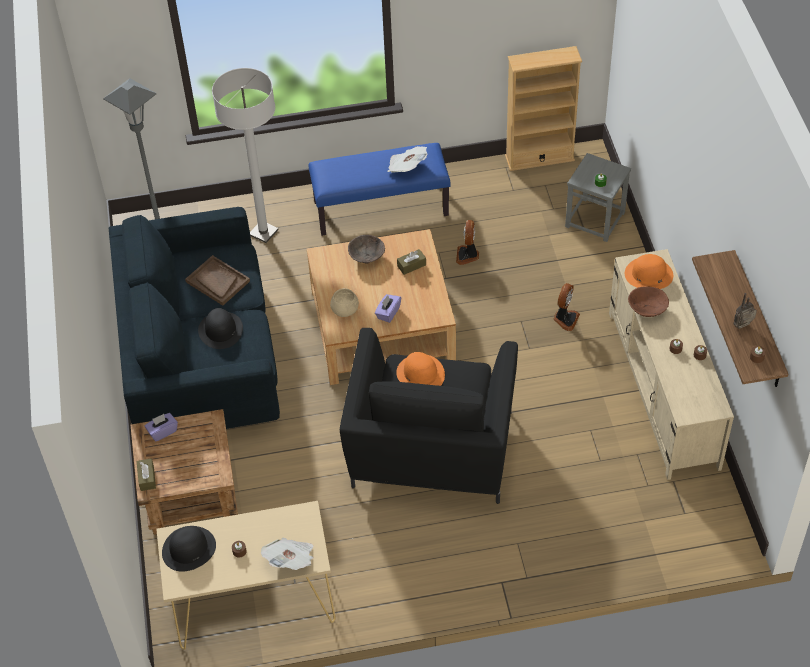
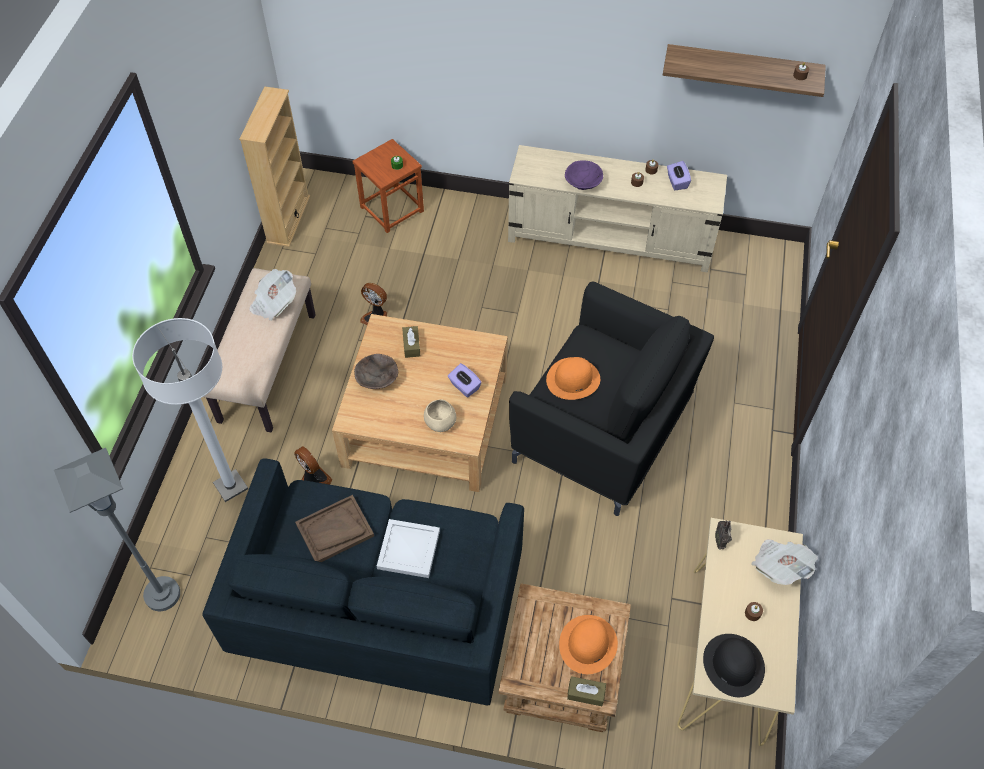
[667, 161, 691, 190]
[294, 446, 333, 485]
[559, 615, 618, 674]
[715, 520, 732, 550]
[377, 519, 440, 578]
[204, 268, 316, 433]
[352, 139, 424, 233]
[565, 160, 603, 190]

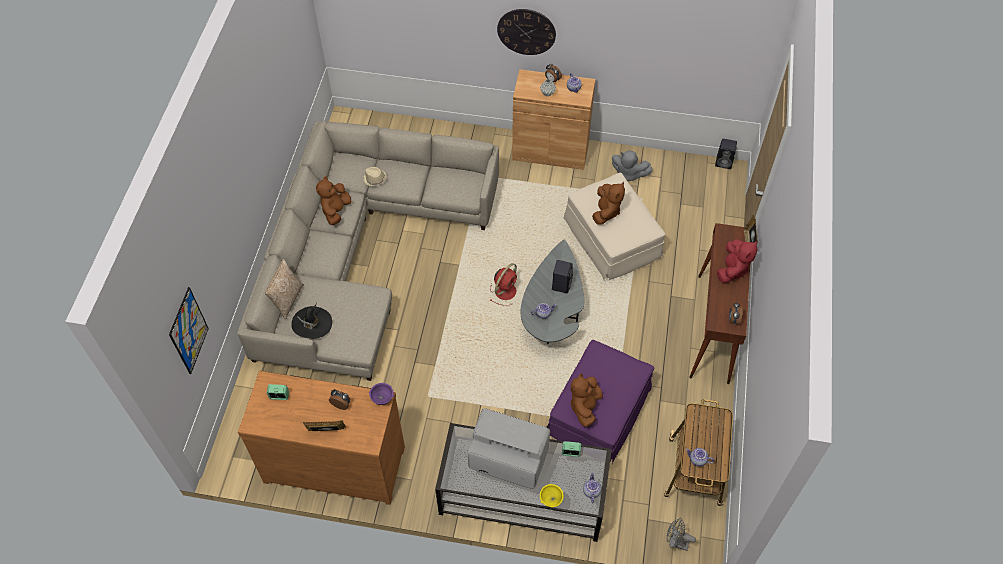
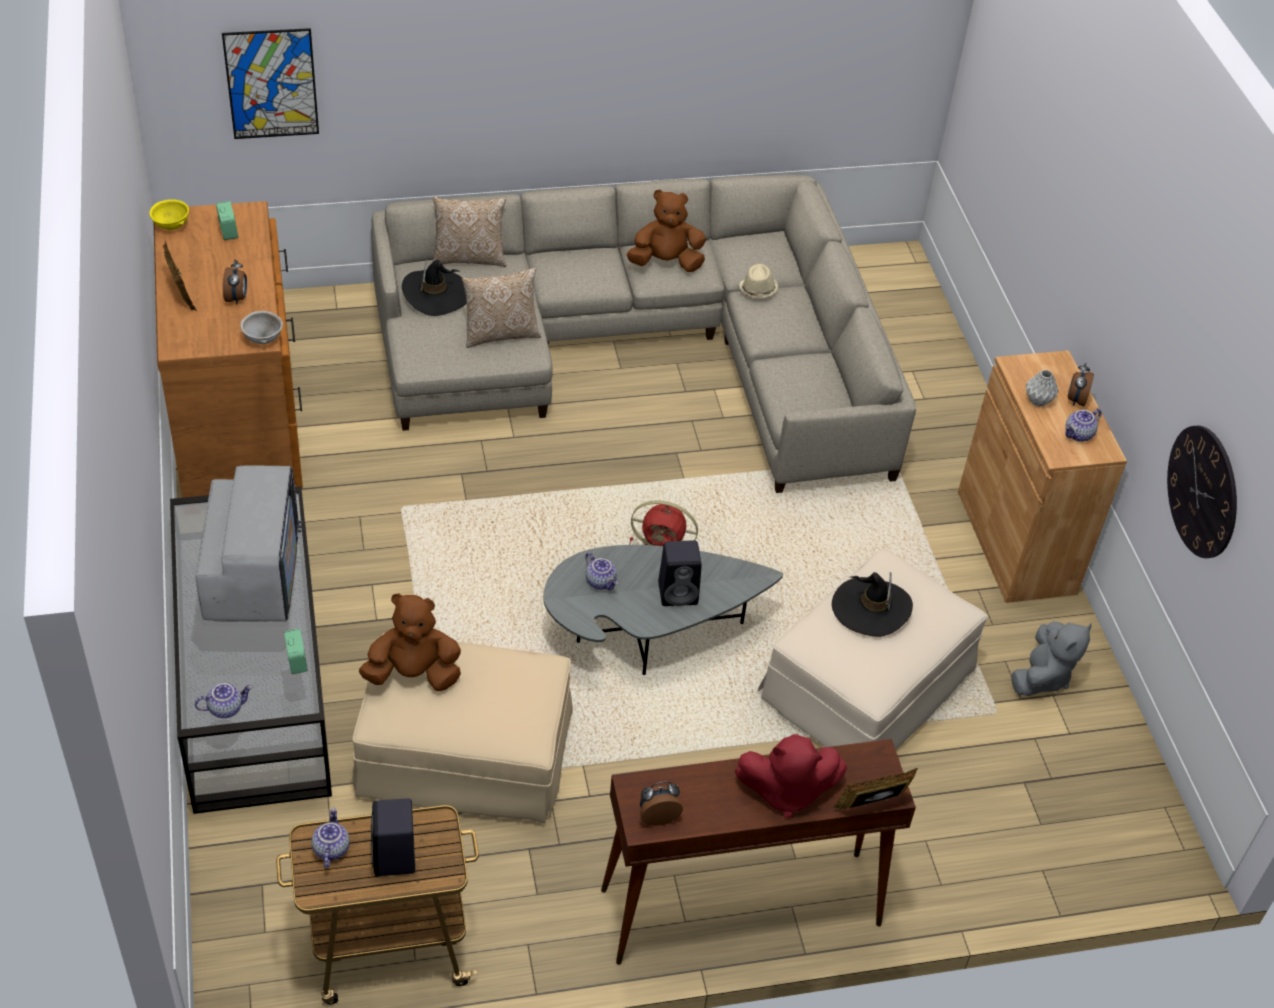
[667, 518, 696, 551] (first image)
[462, 267, 541, 348]
[1167, 426, 1237, 558]
[149, 199, 189, 230]
[371, 798, 415, 876]
[832, 572, 913, 637]
[240, 311, 283, 344]
[352, 633, 573, 823]
[1011, 621, 1091, 696]

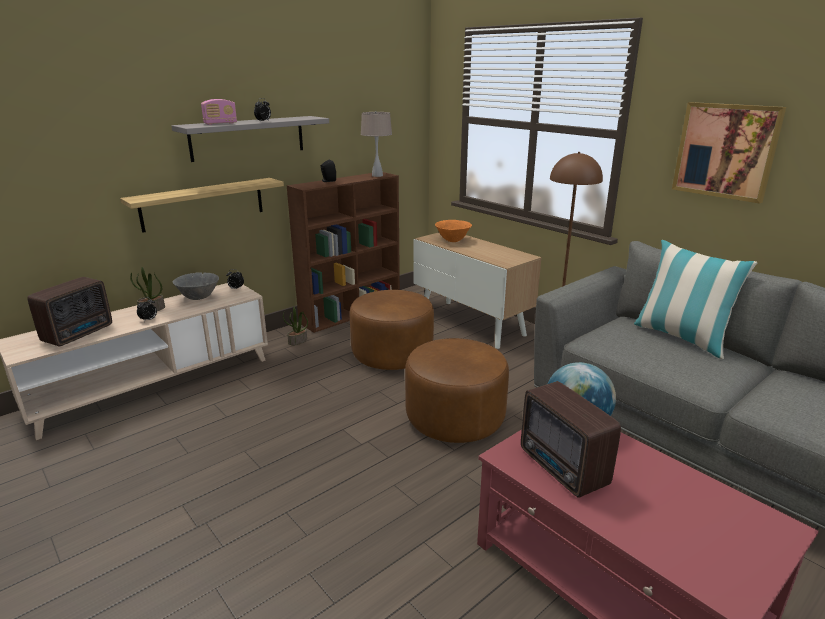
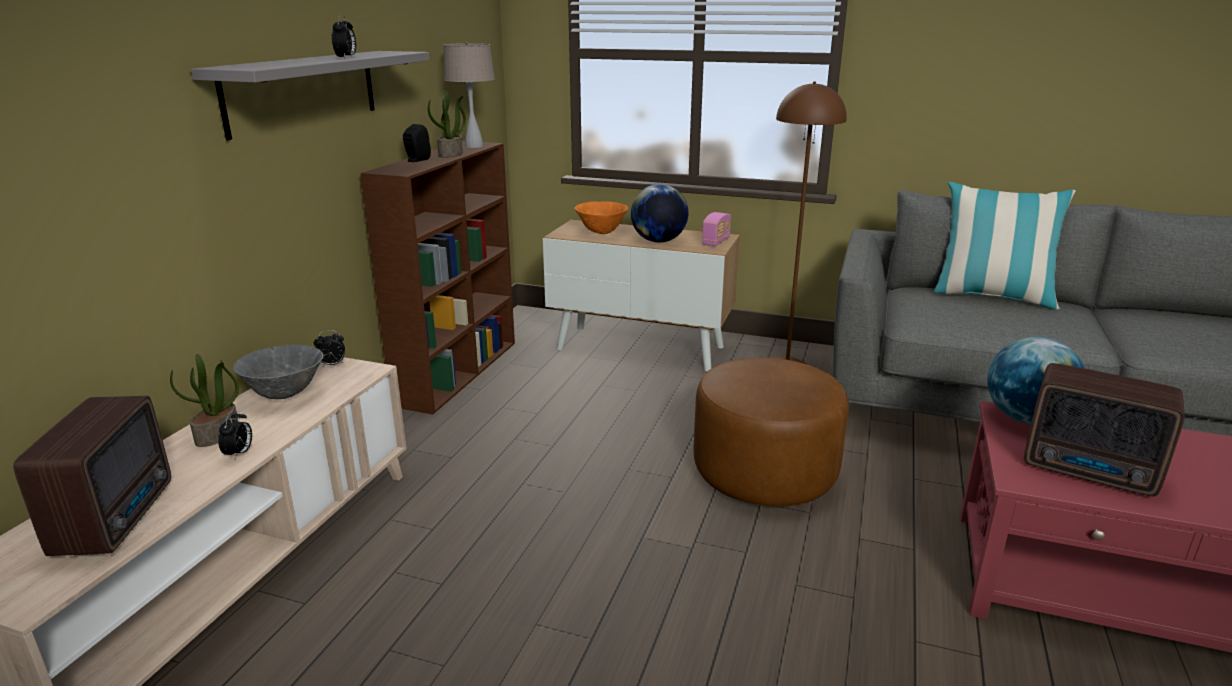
[120, 178, 284, 233] (first image)
[350, 290, 434, 370] (first image)
[672, 102, 786, 204] (first image)
[631, 184, 688, 242]
[702, 212, 731, 246]
[428, 90, 466, 158]

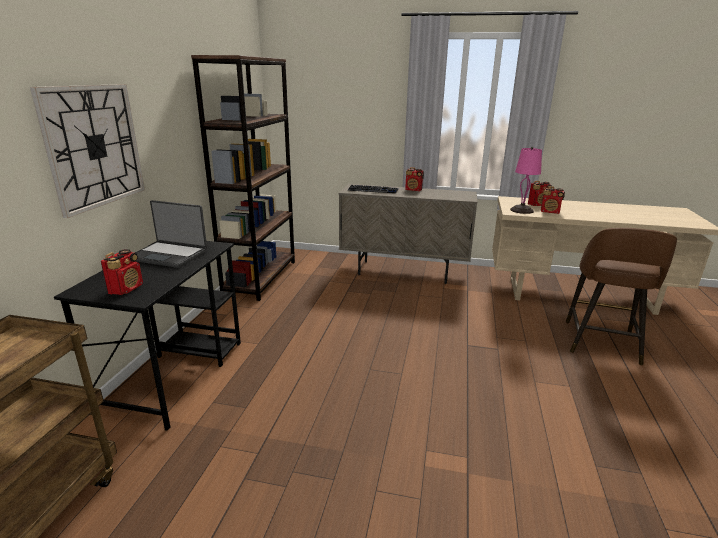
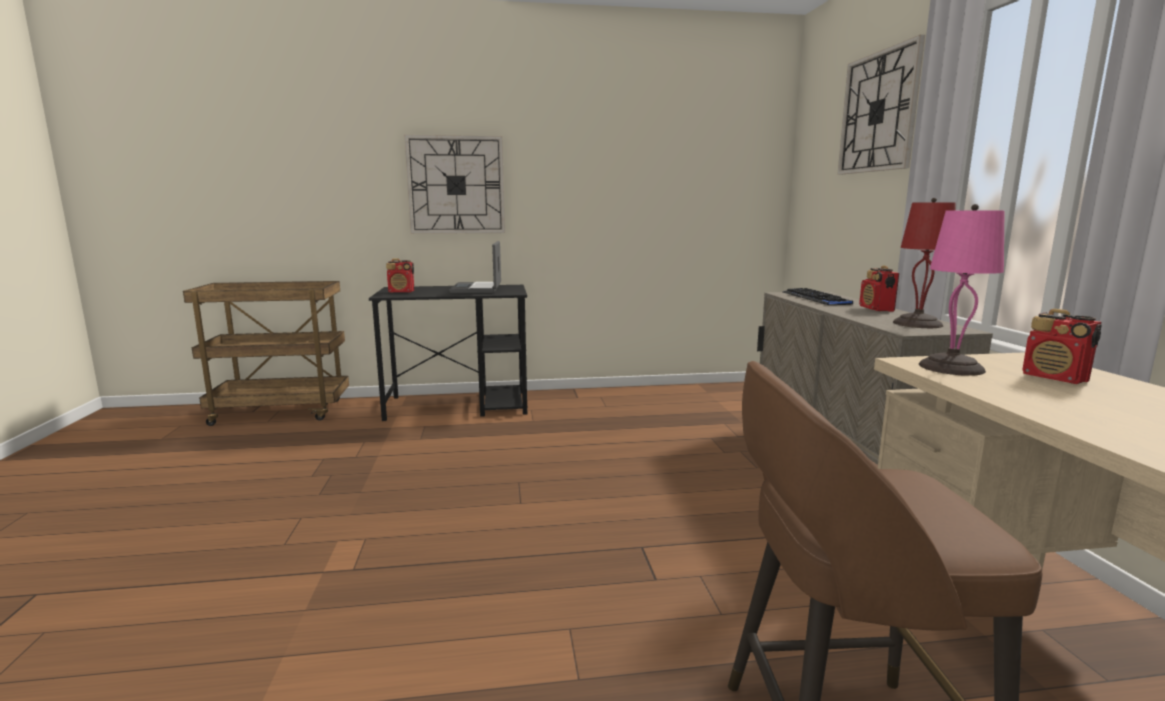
[191, 55, 295, 301] (first image)
[541, 186, 565, 214] (first image)
[837, 35, 925, 175]
[893, 198, 956, 328]

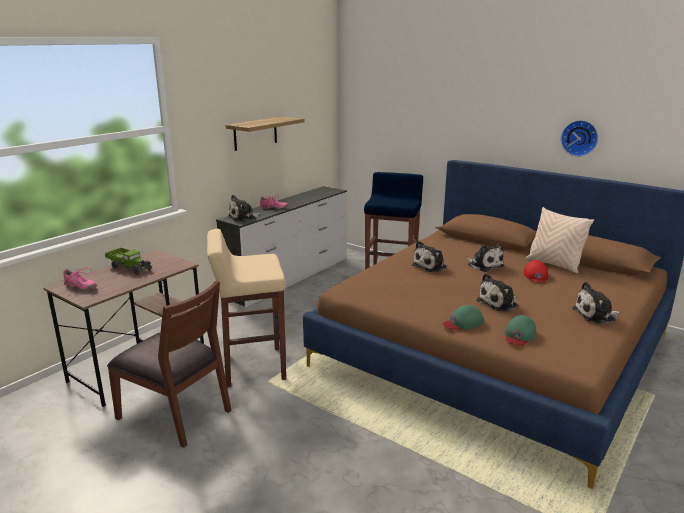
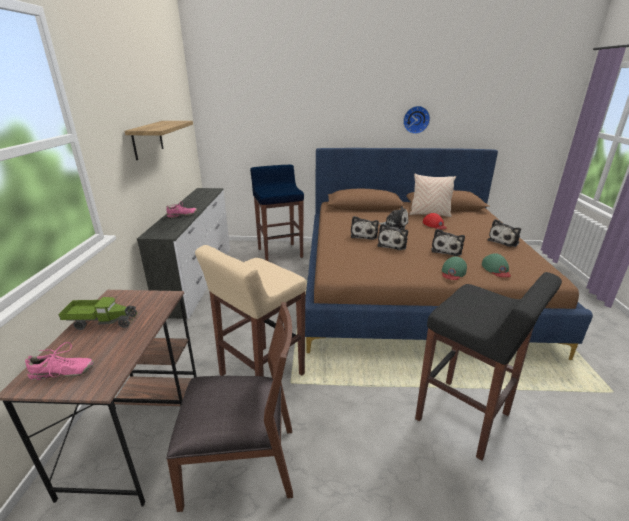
[415, 272, 562, 461]
[377, 224, 408, 250]

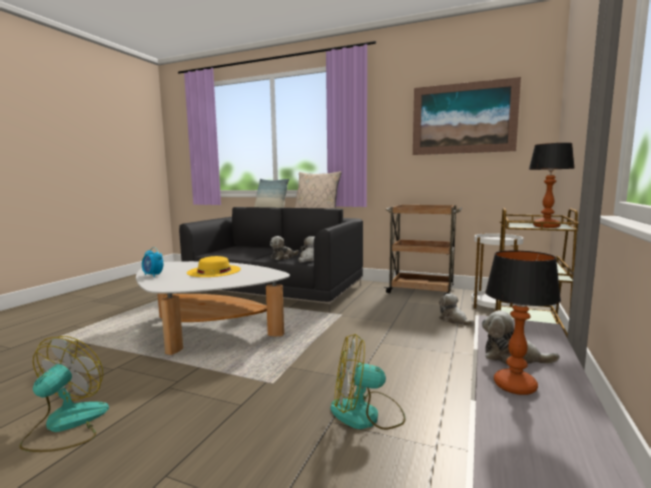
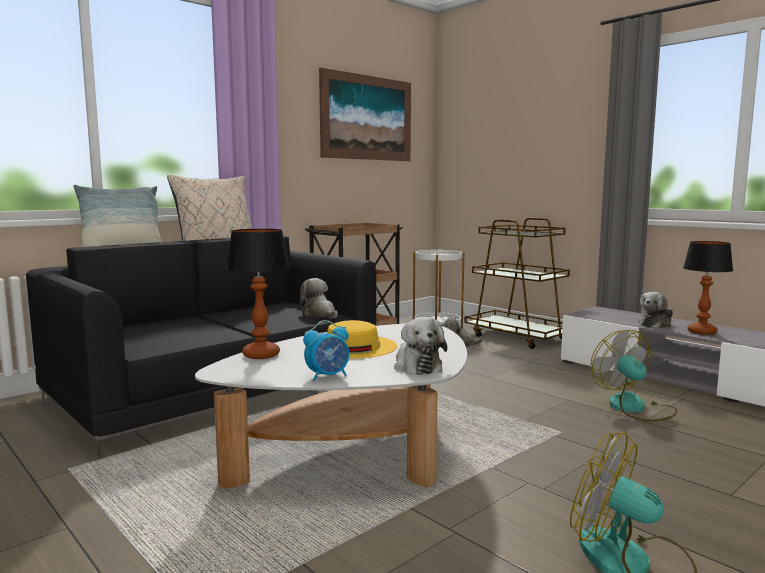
[394, 317, 447, 375]
[226, 229, 289, 359]
[591, 330, 677, 422]

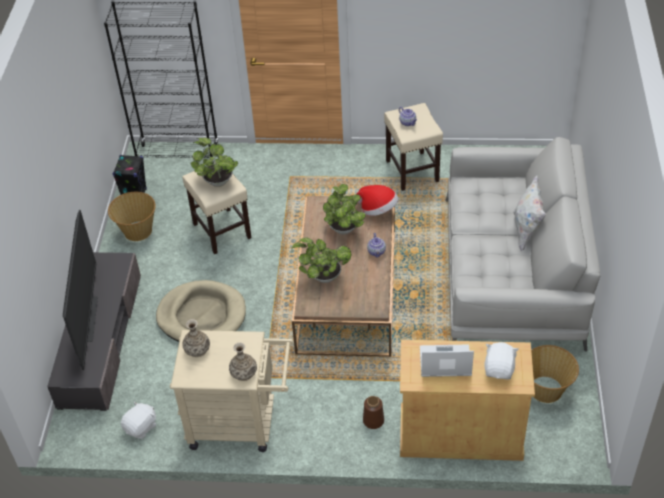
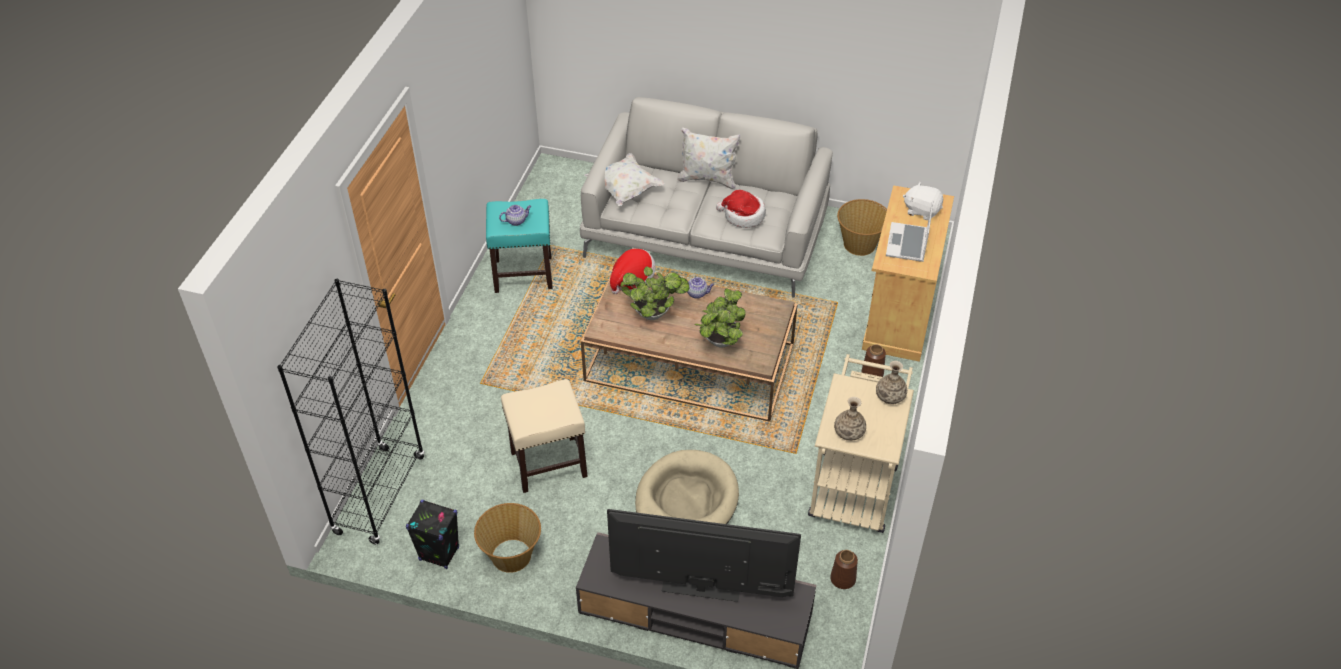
[191, 138, 238, 187] (first image)
[585, 153, 665, 206]
[716, 190, 766, 228]
[830, 550, 858, 589]
[486, 199, 553, 293]

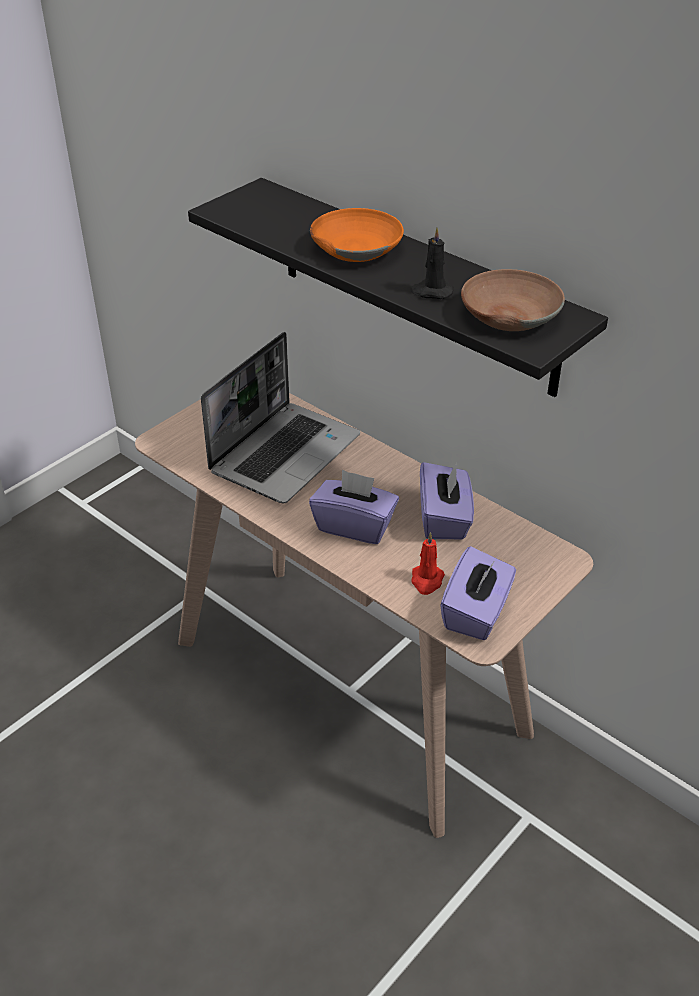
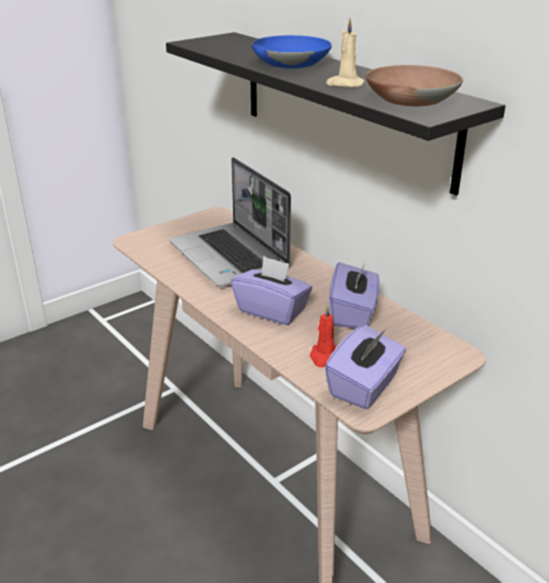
[251, 35, 332, 68]
[326, 18, 365, 87]
[169, 157, 291, 287]

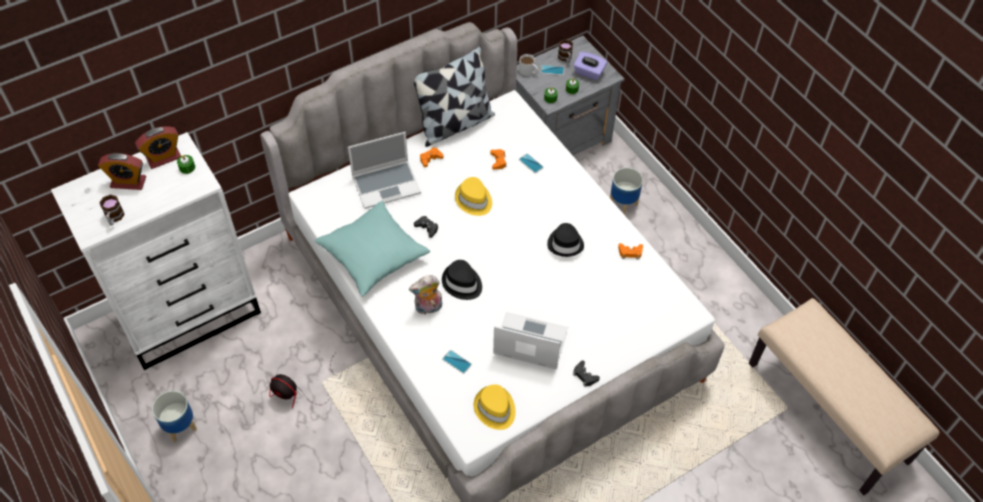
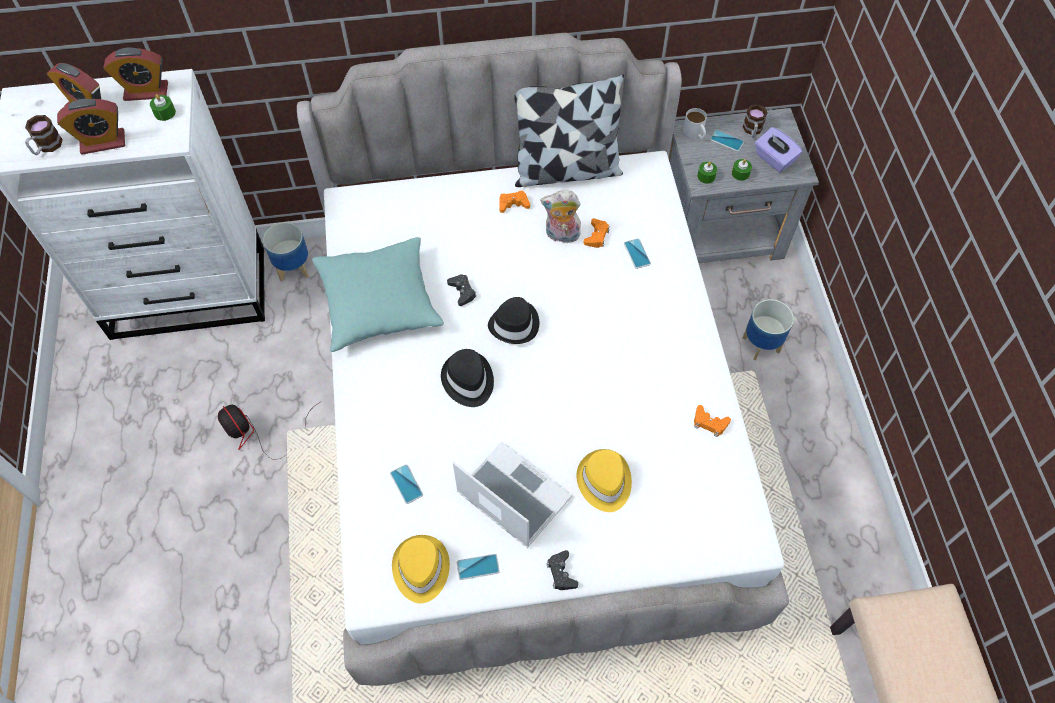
[348, 132, 421, 209] (first image)
[57, 99, 125, 154]
[457, 554, 500, 580]
[263, 222, 309, 282]
[540, 191, 581, 243]
[576, 449, 632, 512]
[488, 297, 539, 344]

